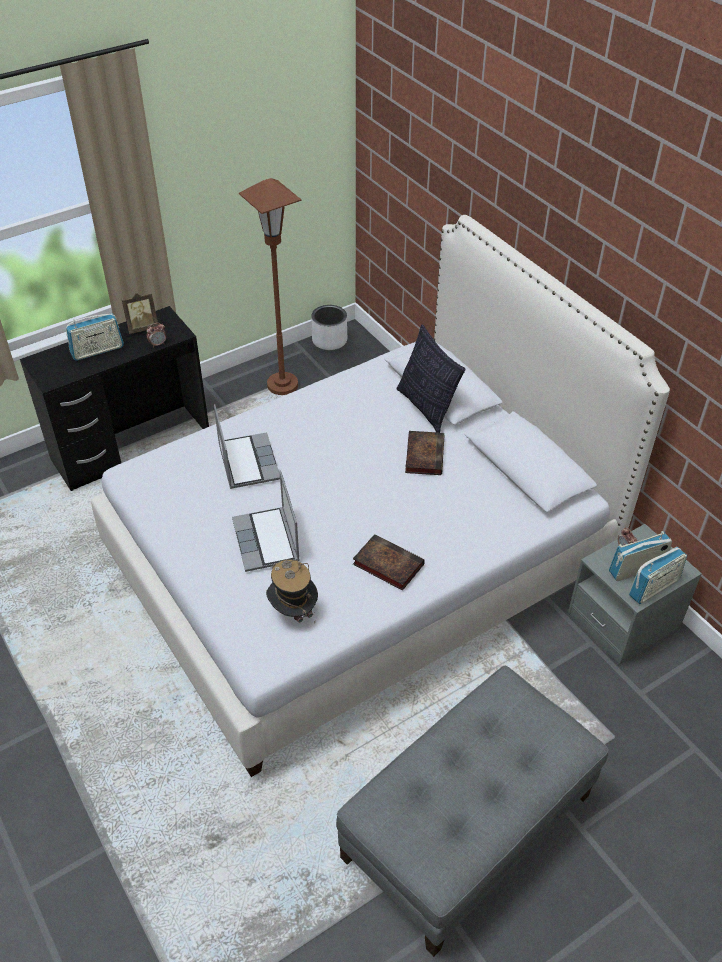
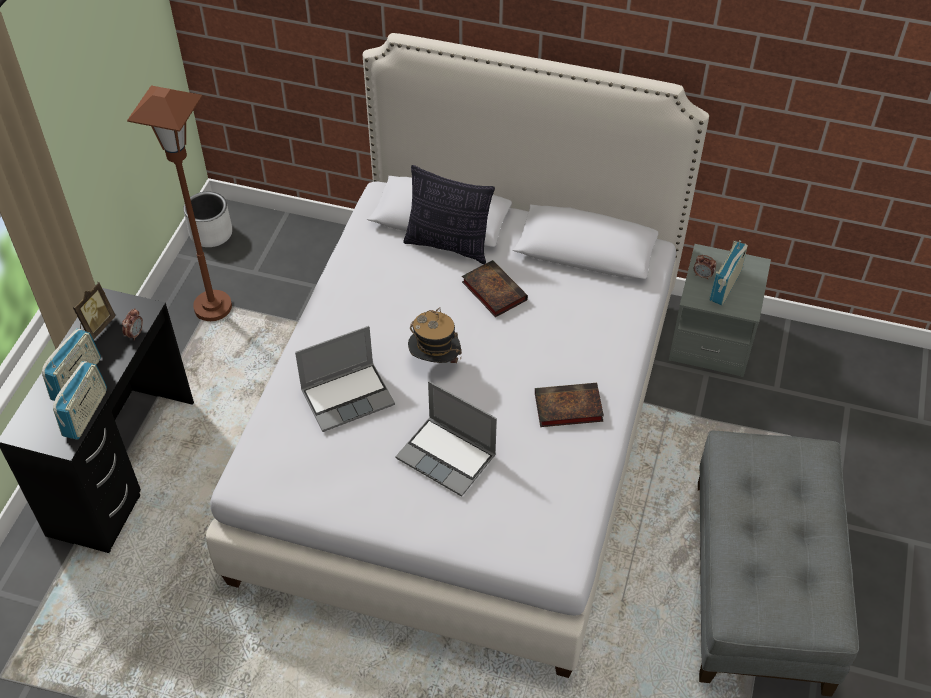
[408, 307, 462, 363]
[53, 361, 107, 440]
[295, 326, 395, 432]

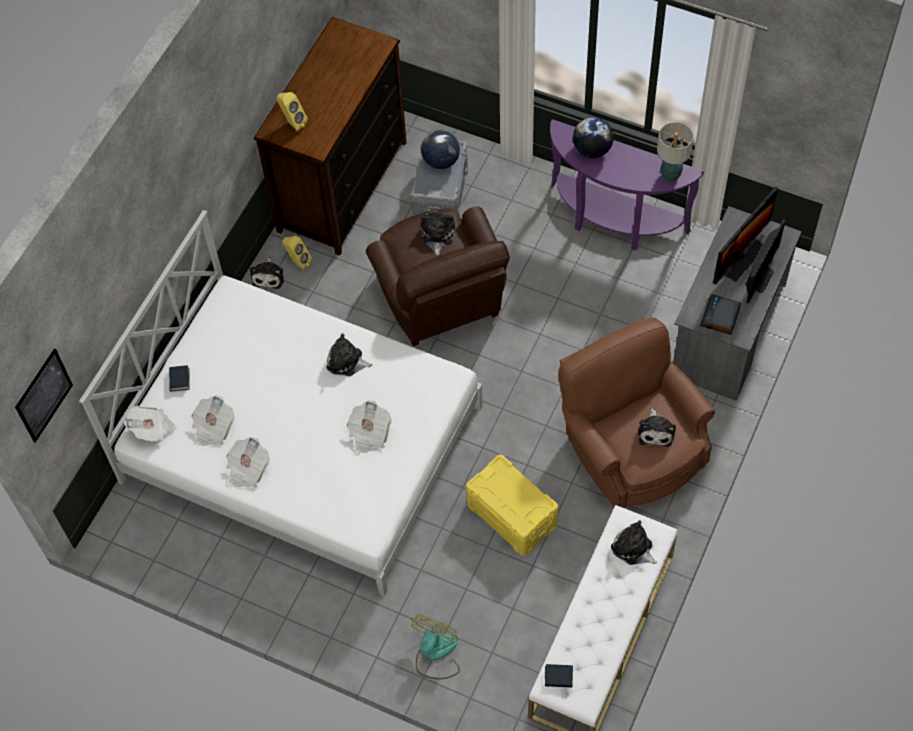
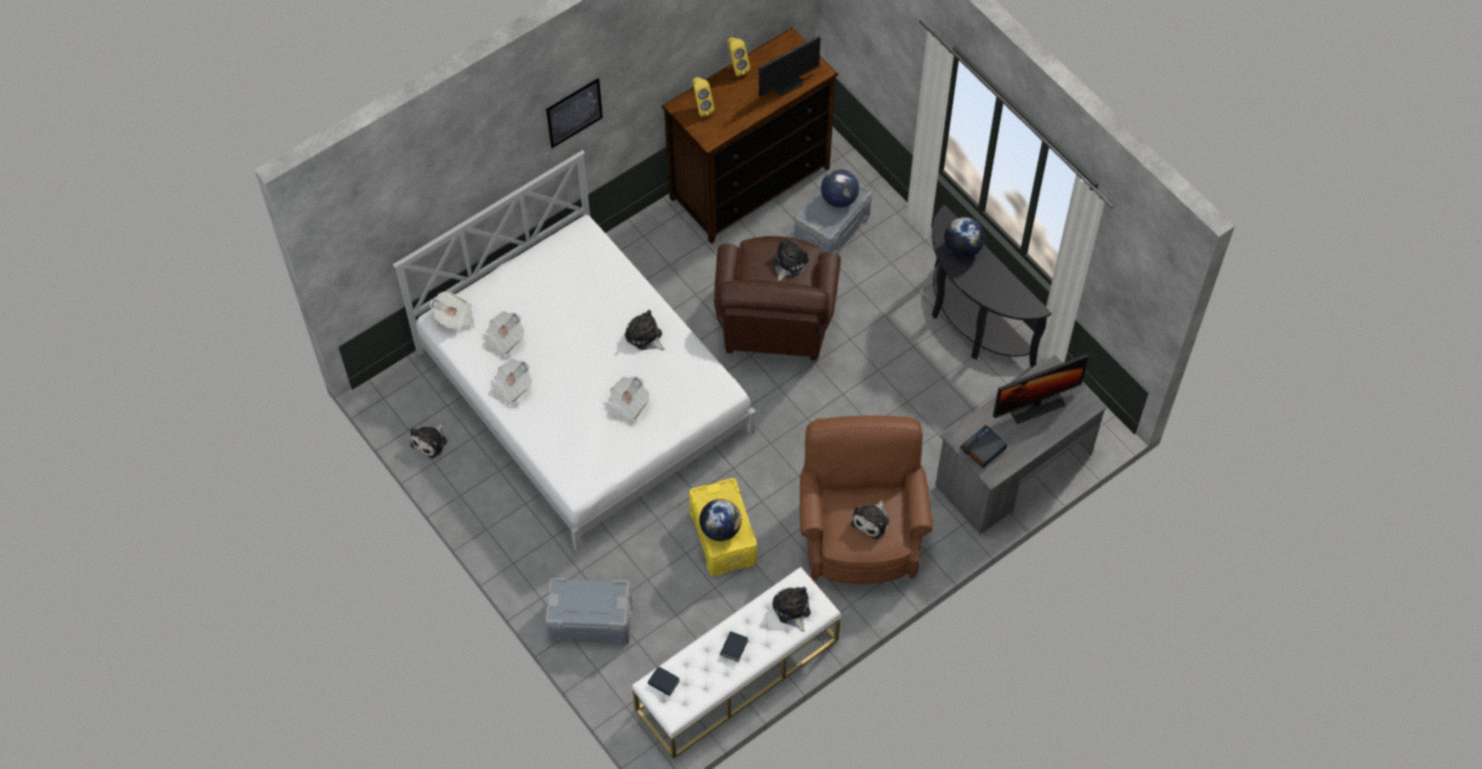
[657, 122, 694, 182] (first image)
[699, 499, 741, 541]
[546, 78, 603, 148]
[720, 631, 748, 662]
[411, 422, 447, 458]
[727, 37, 750, 77]
[759, 36, 821, 97]
[545, 578, 633, 645]
[932, 205, 1052, 367]

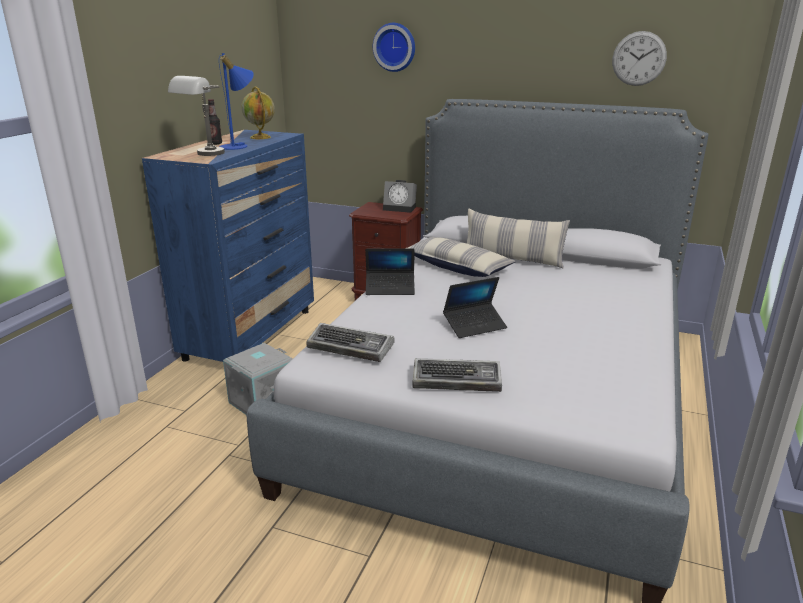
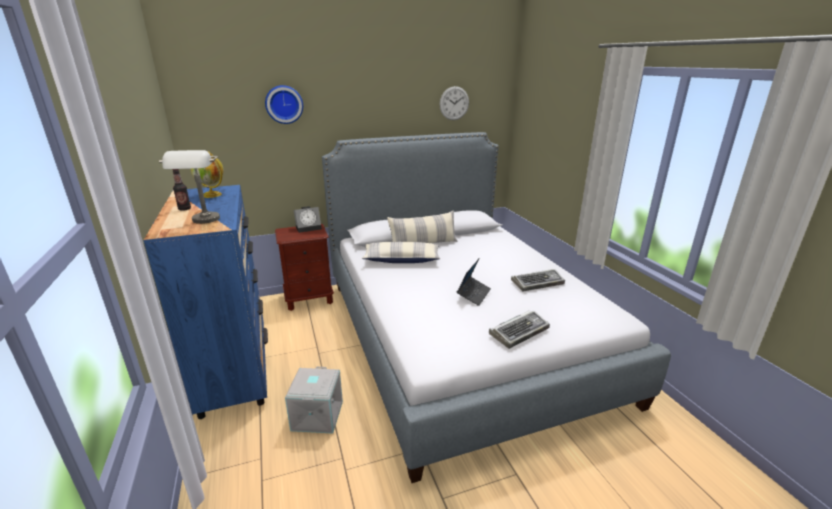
[219, 53, 254, 150] (first image)
[365, 248, 415, 295] (first image)
[511, 269, 565, 292]

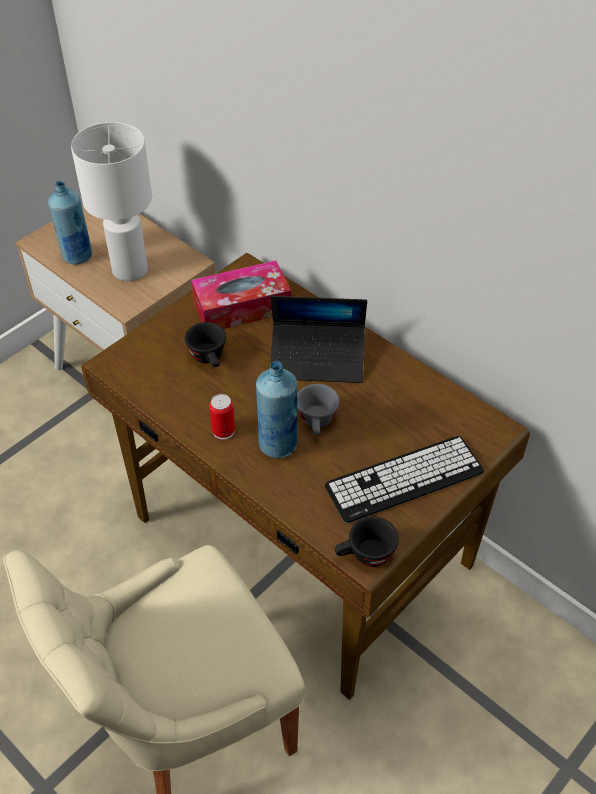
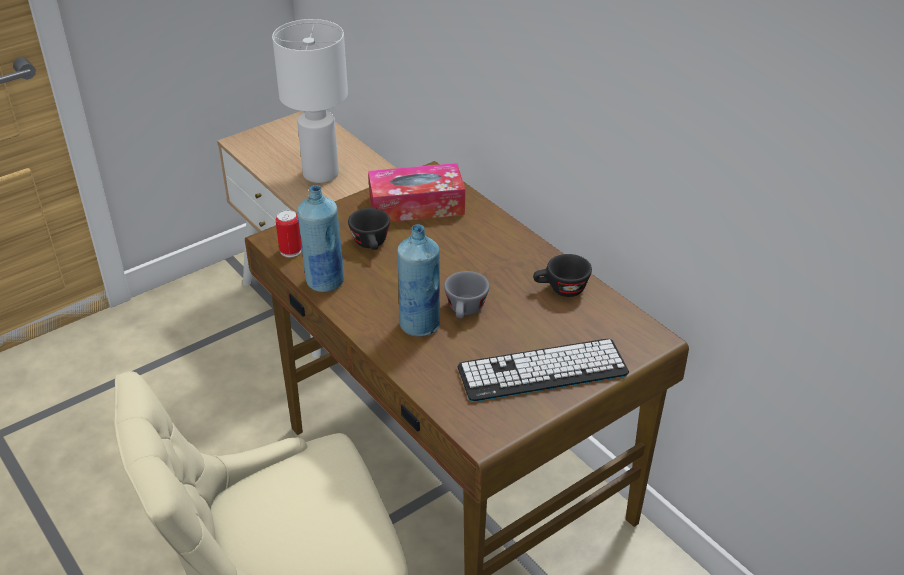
[271, 296, 367, 383] (first image)
[297, 185, 344, 292]
[276, 210, 302, 257]
[533, 254, 592, 297]

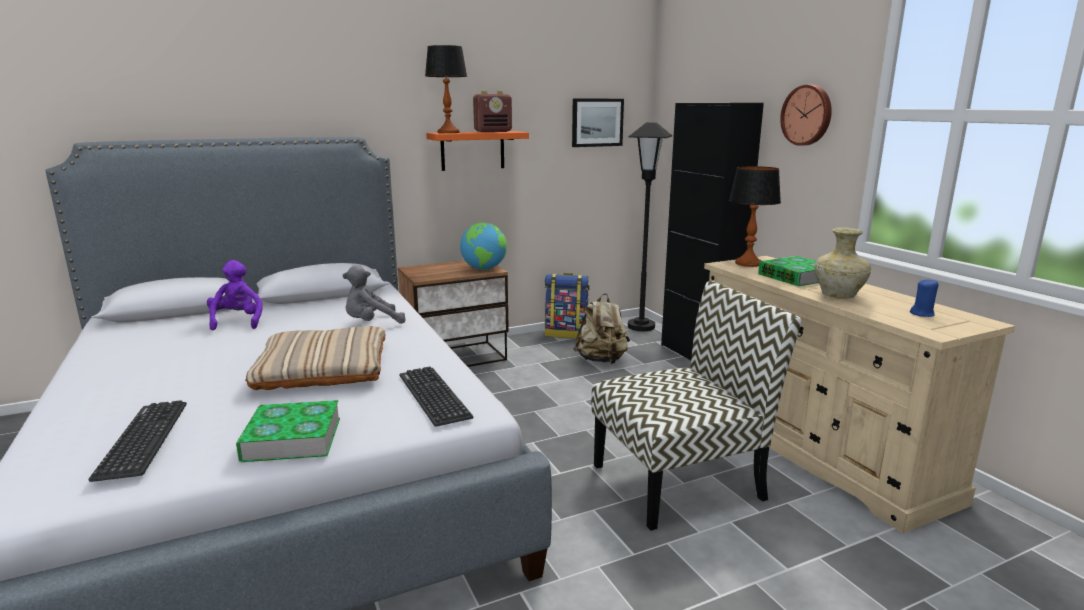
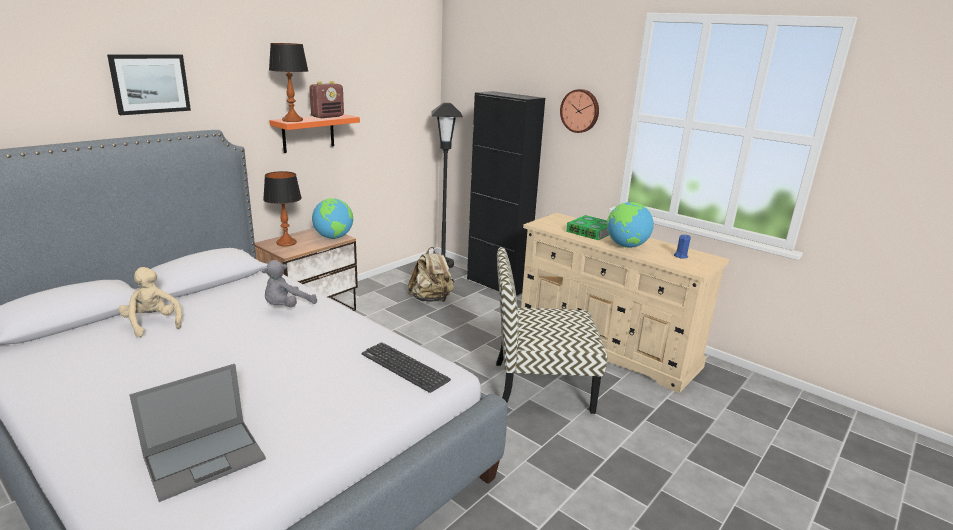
[236, 400, 340, 462] (first image)
[245, 326, 386, 390] (first image)
[545, 273, 590, 339] (first image)
[107, 54, 191, 115]
[263, 171, 302, 246]
[129, 364, 266, 502]
[607, 202, 654, 248]
[118, 267, 182, 337]
[496, 247, 607, 414]

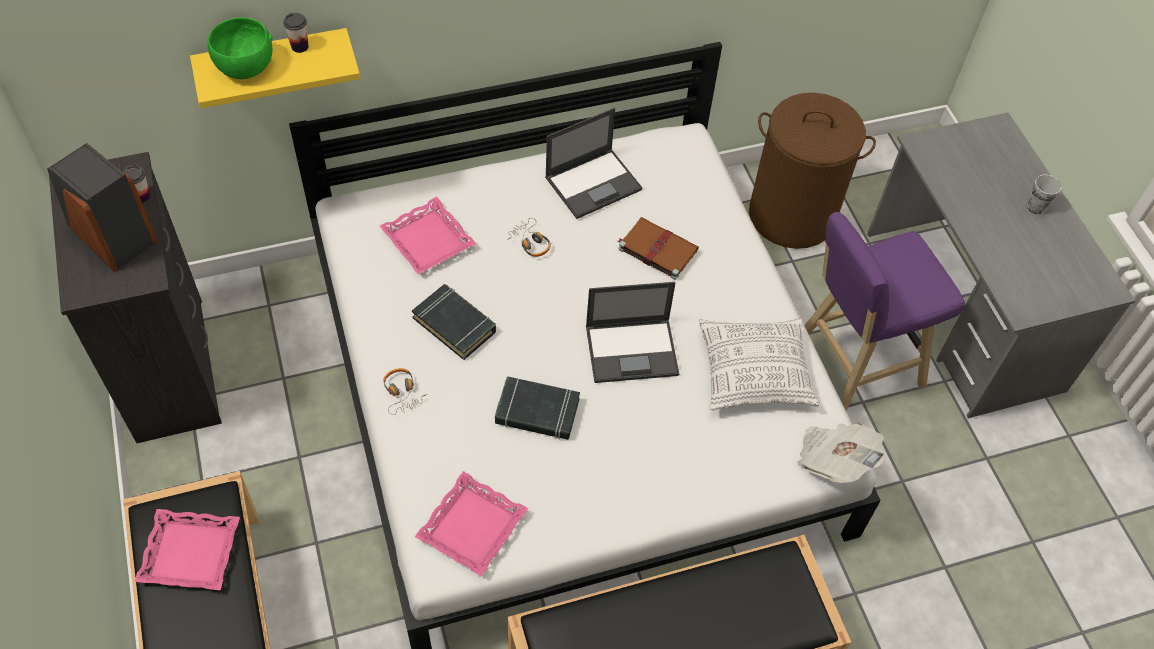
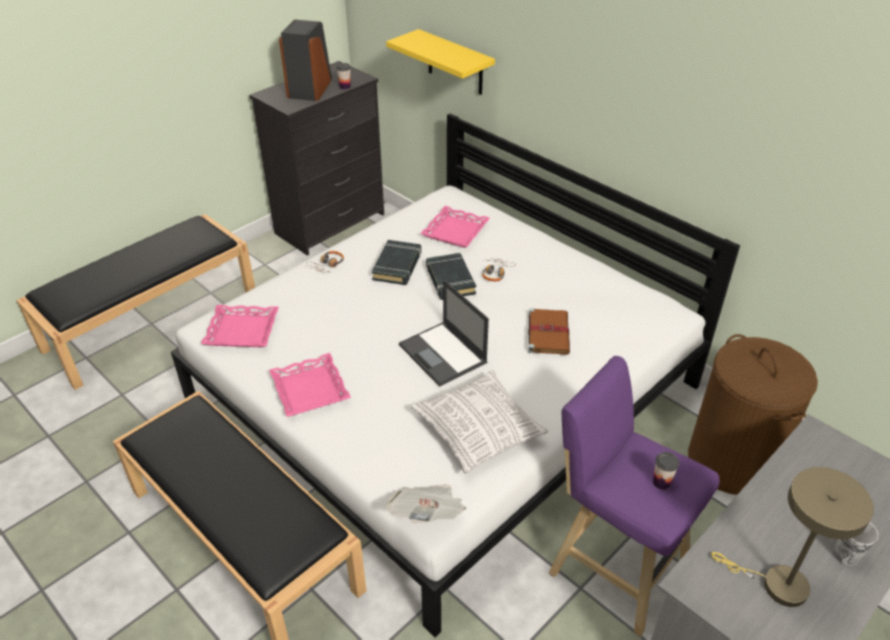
[207, 17, 273, 79] (first image)
[545, 108, 643, 219] (first image)
[711, 467, 874, 607]
[269, 353, 351, 417]
[653, 452, 680, 490]
[426, 253, 476, 300]

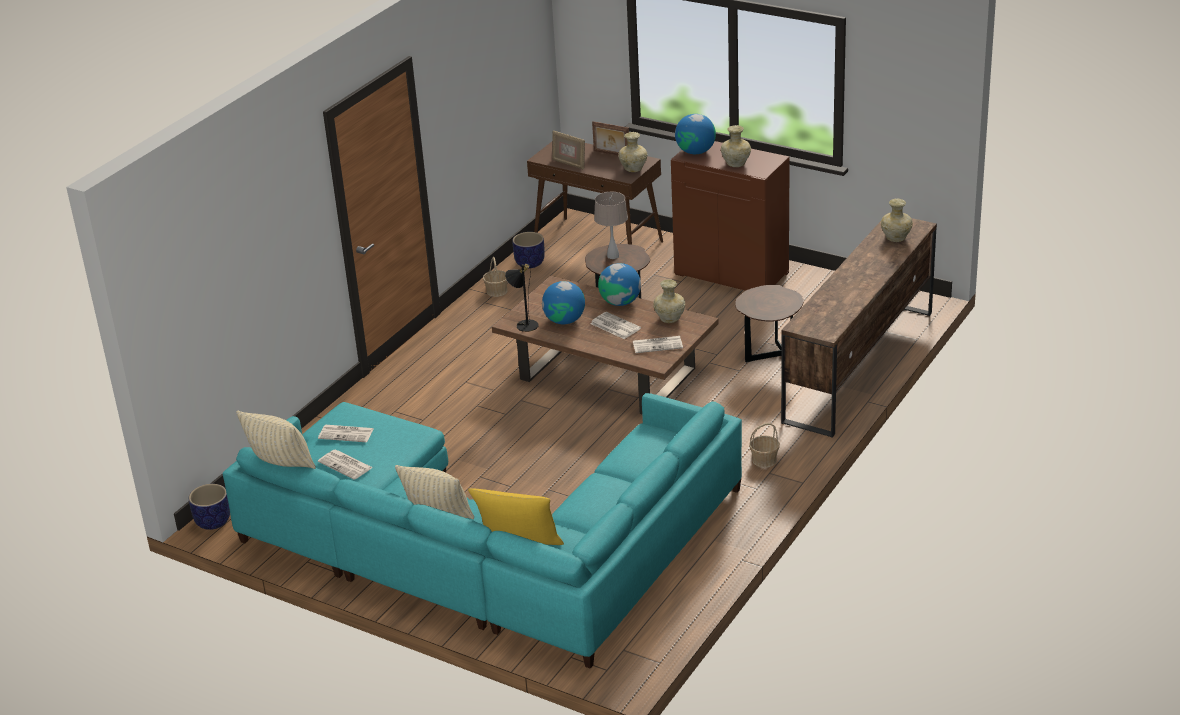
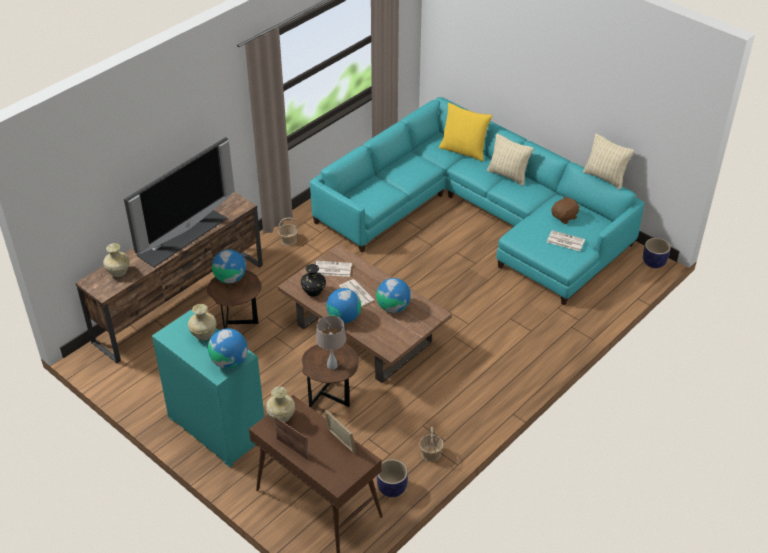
[505, 264, 538, 332] (first image)
[124, 137, 235, 267]
[212, 250, 246, 284]
[551, 196, 580, 224]
[301, 264, 326, 297]
[152, 309, 264, 467]

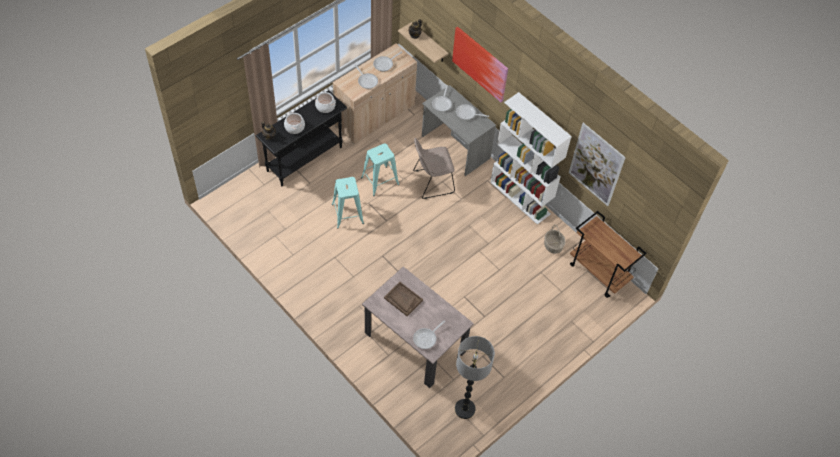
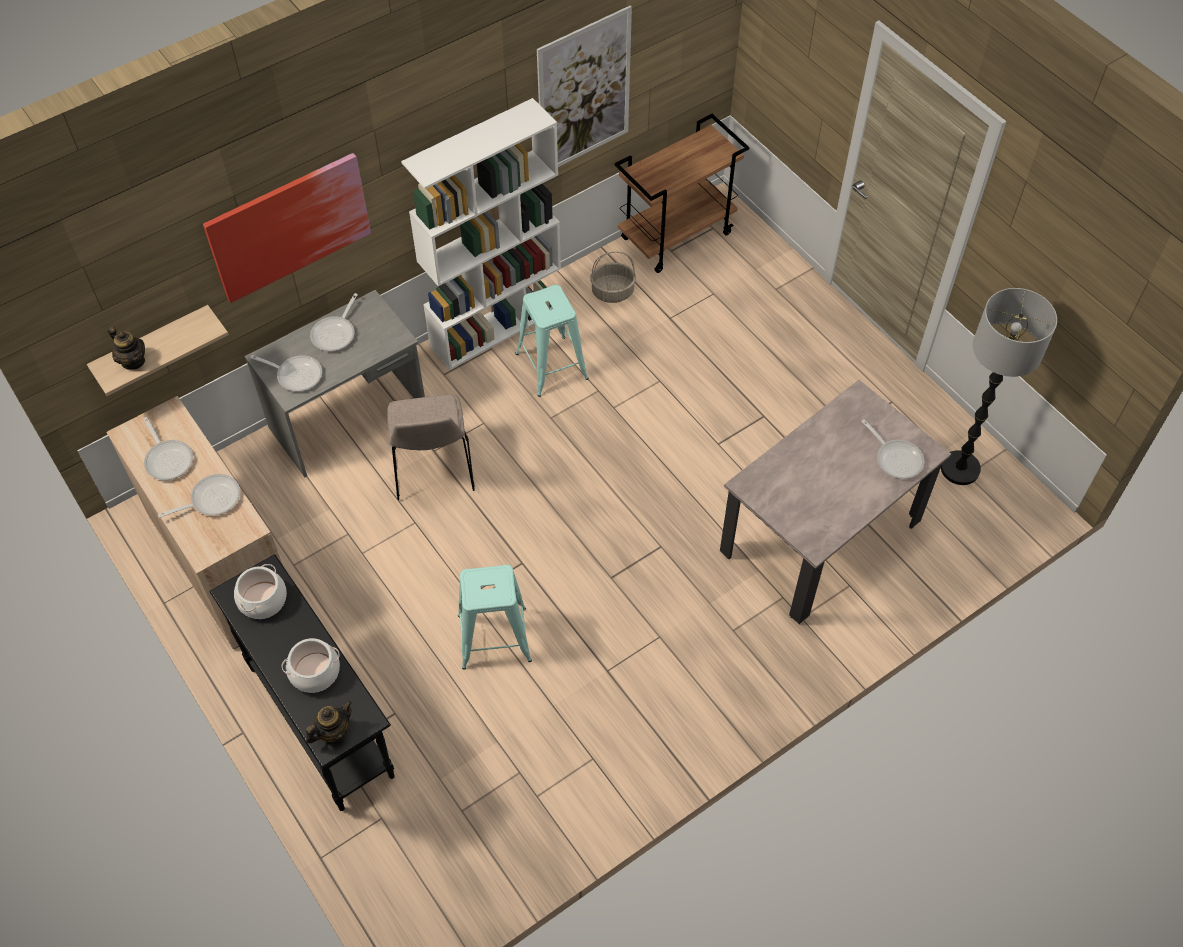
[384, 282, 423, 316] (first image)
[515, 285, 589, 397]

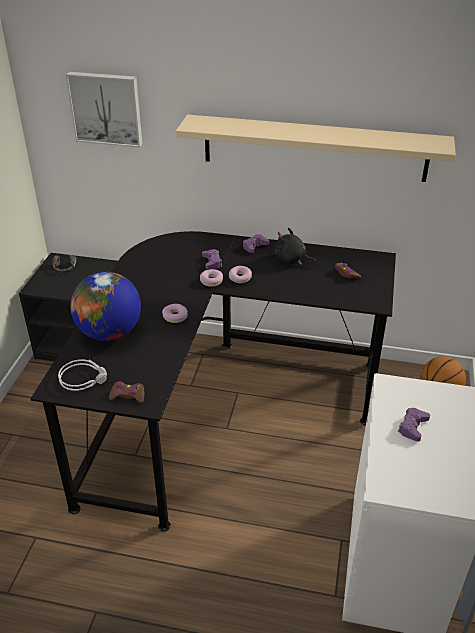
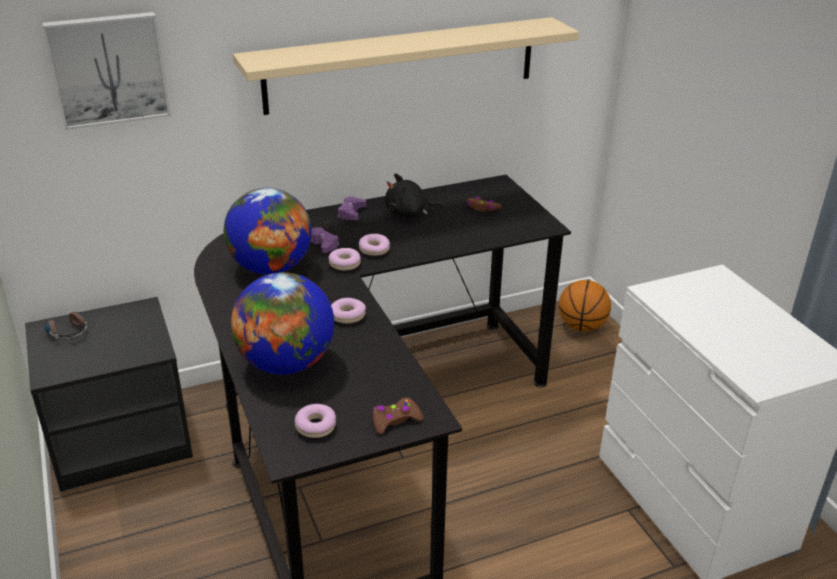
[398, 408, 430, 442] (first image)
[224, 188, 312, 275]
[295, 404, 336, 438]

